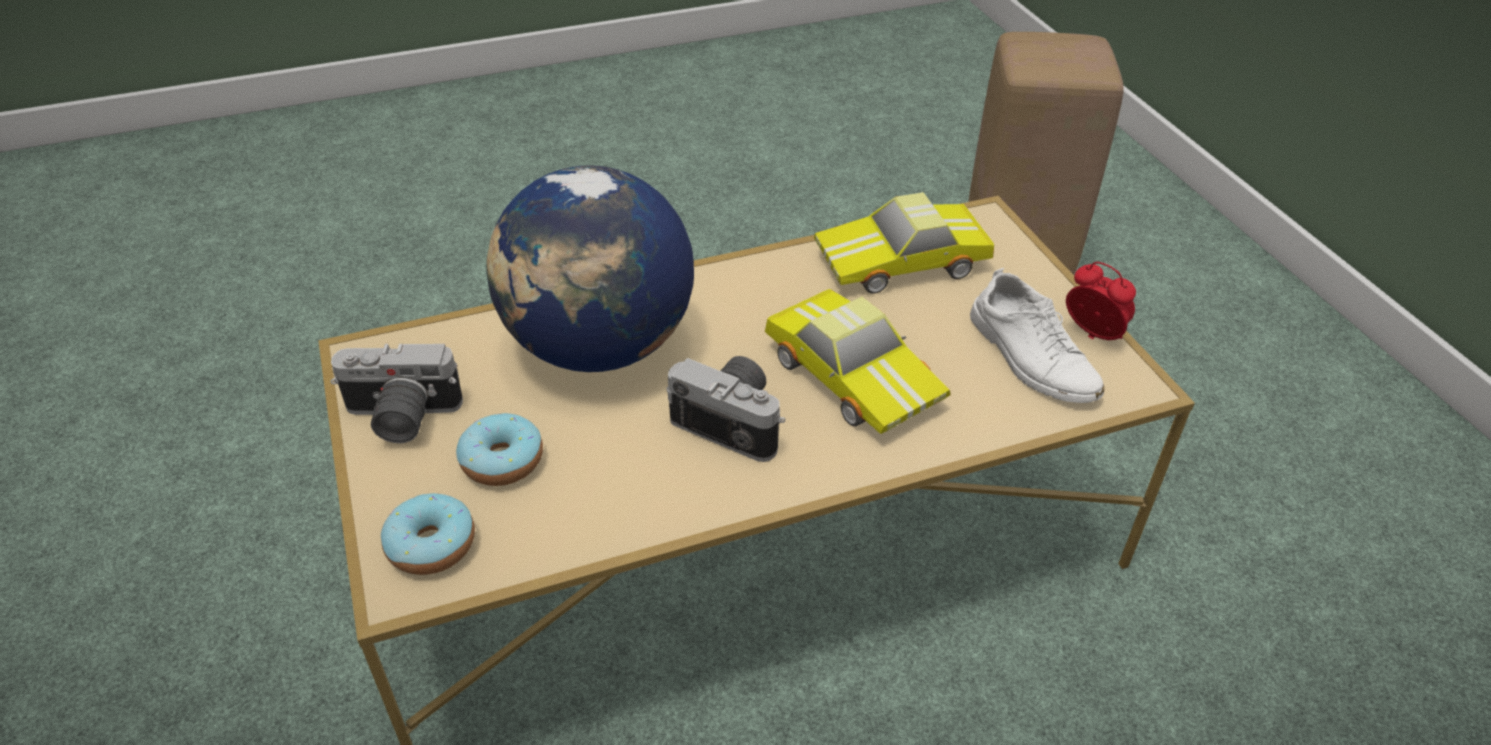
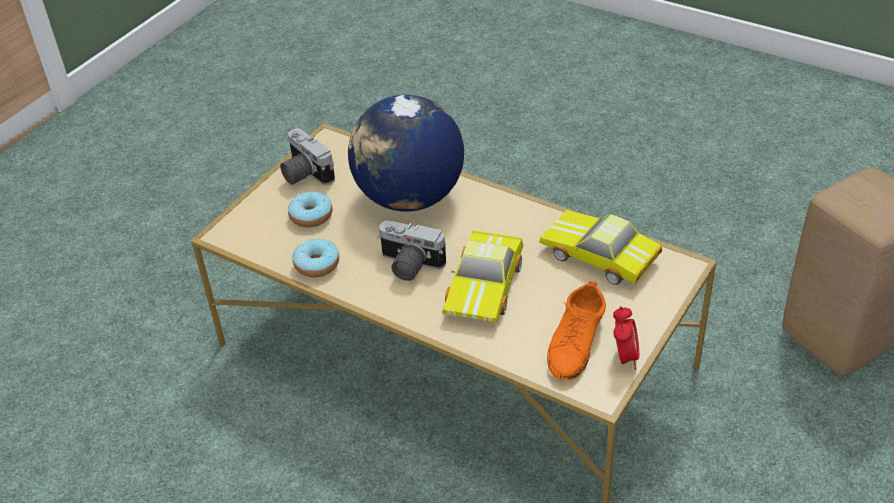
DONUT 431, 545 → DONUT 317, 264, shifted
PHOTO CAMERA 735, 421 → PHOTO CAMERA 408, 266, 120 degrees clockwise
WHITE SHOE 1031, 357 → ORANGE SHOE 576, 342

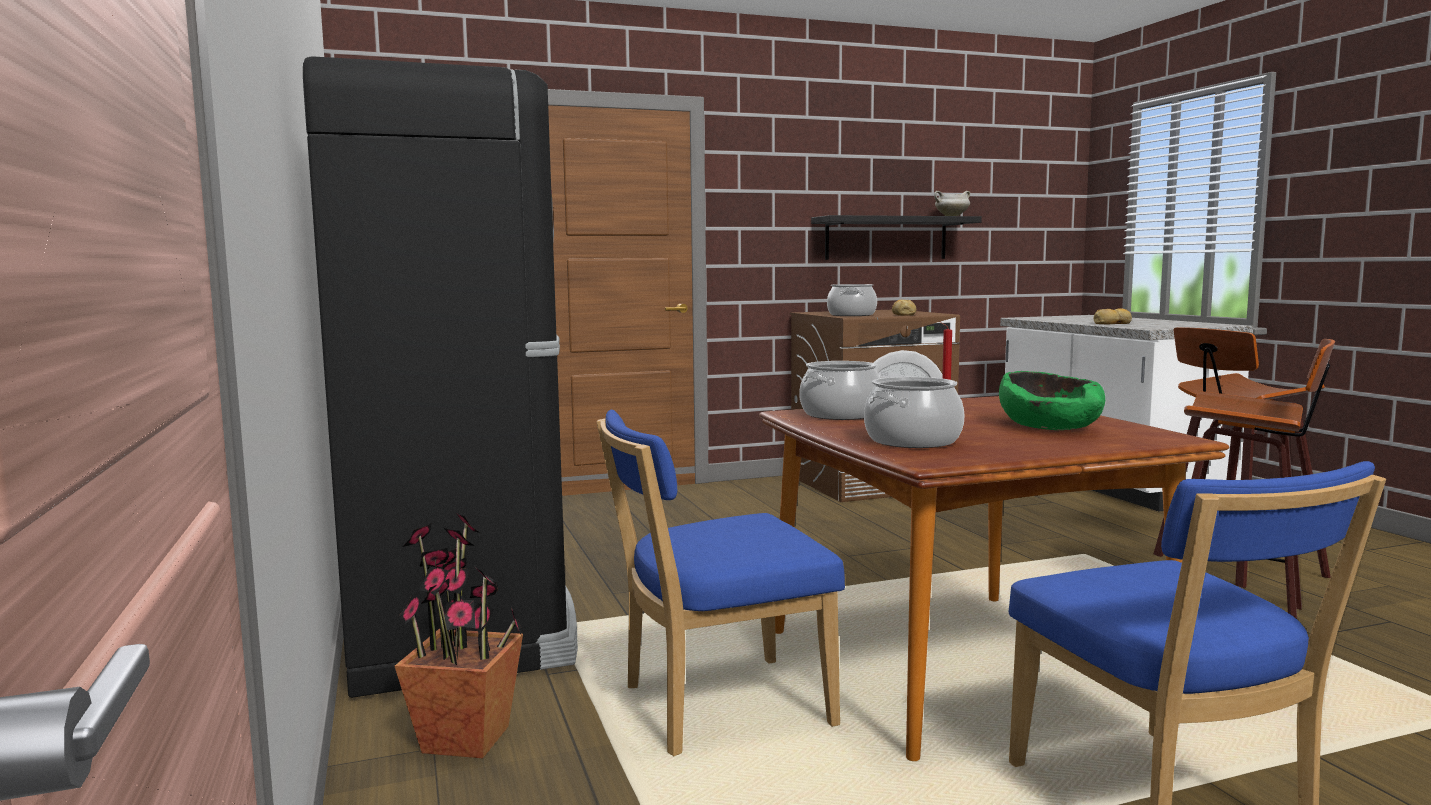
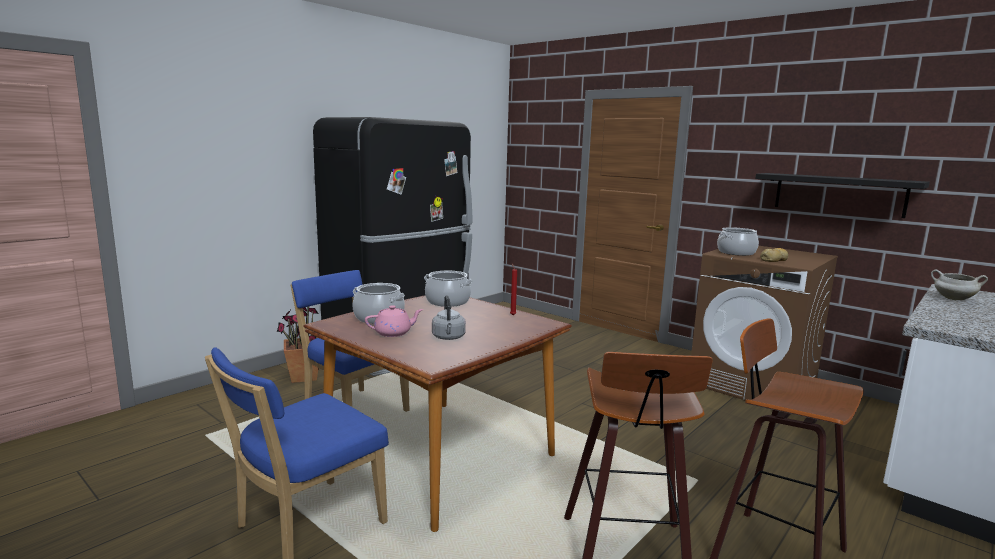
WHITE COOKING POT 951, 216 → WHITE COOKING POT 953, 299, shifted
GREEN BOWL 1049, 427 → GREY KETTLE 448, 338
BREAD 1113, 323 → -
- → PINK TEAPOT 394, 333

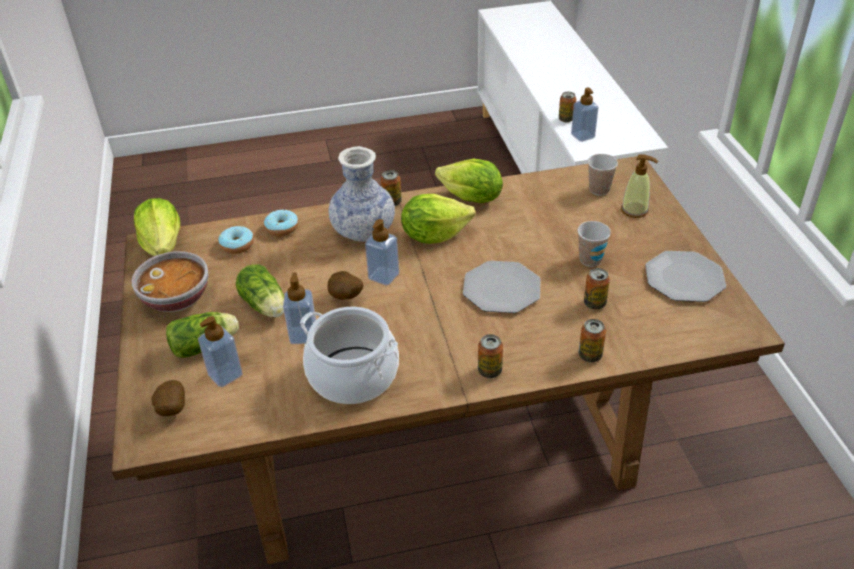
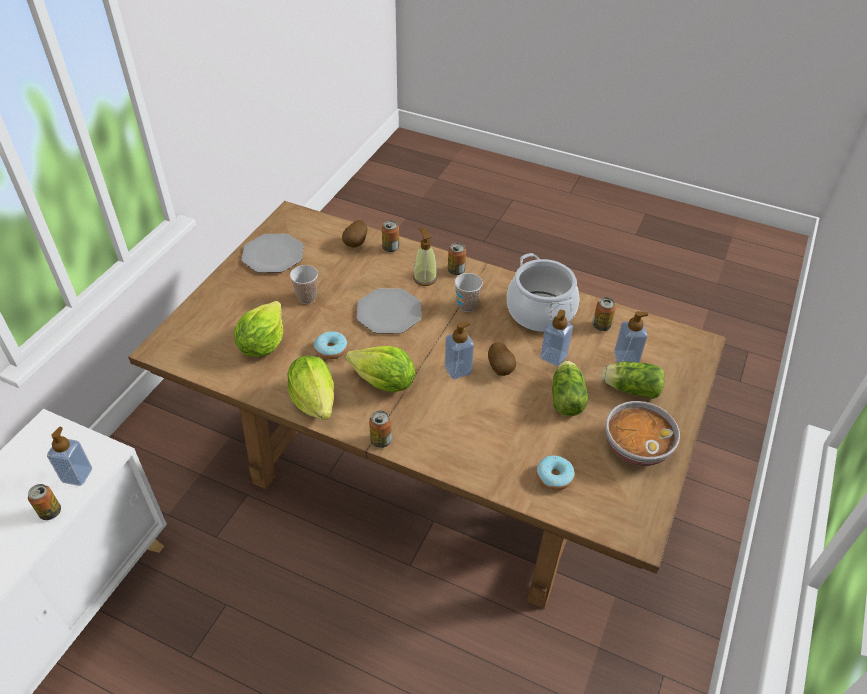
LETTUCE 163, 245 → LETTUCE 262, 344, shifted
POTATO 171, 410 → POTATO 356, 243, shifted
DONUT 282, 228 → DONUT 331, 350, shifted
VASE 363, 231 → -
CAN 594, 303 → CAN 601, 326, shifted
CUP 599, 190 → CUP 467, 306, shifted
SOAP DISPENSER 635, 210 → SOAP DISPENSER 425, 278, shifted

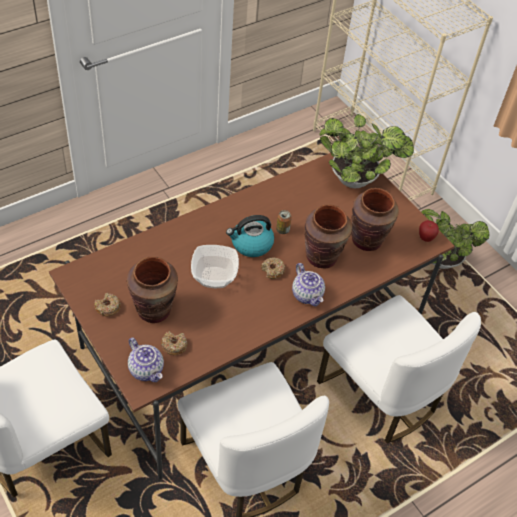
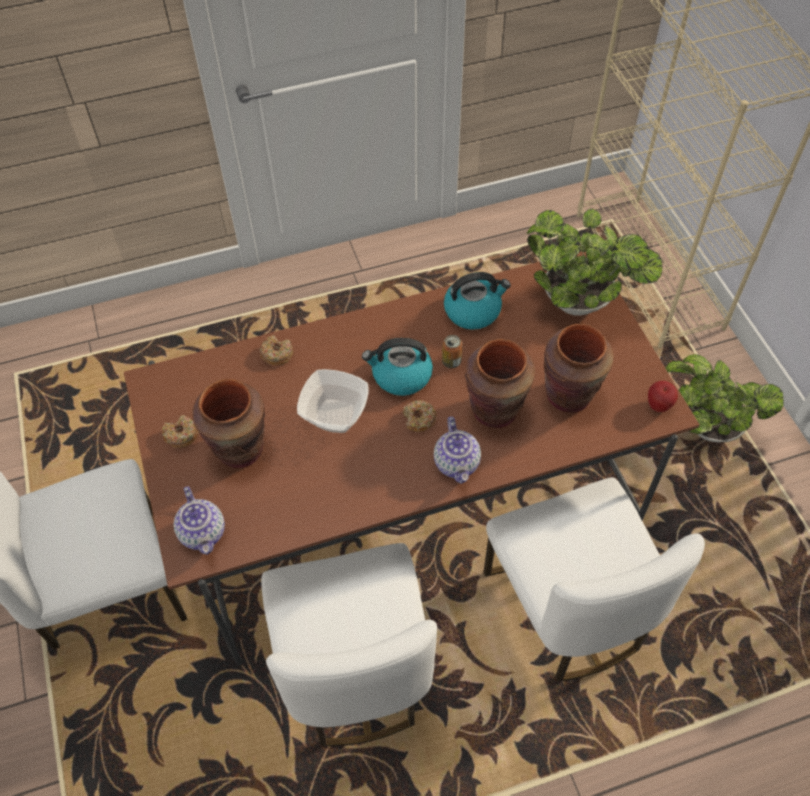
DONUT 174, 345 → DONUT 277, 354, shifted
- → KETTLE 473, 311

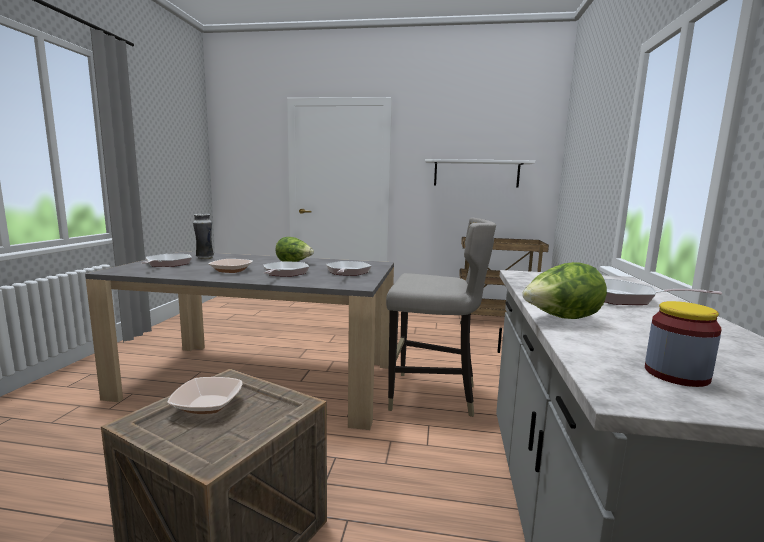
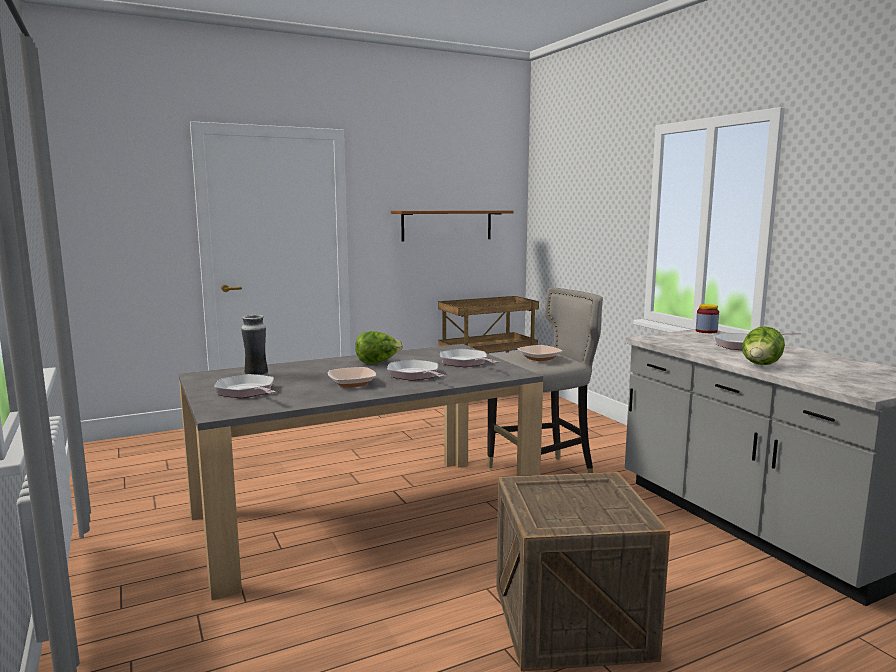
BOWL 207, 404 → BOWL 539, 358, shifted
WHITE SHELF 476, 173 → BROWN SHELF 447, 225
JAR 676, 374 → JAR 706, 331, shifted

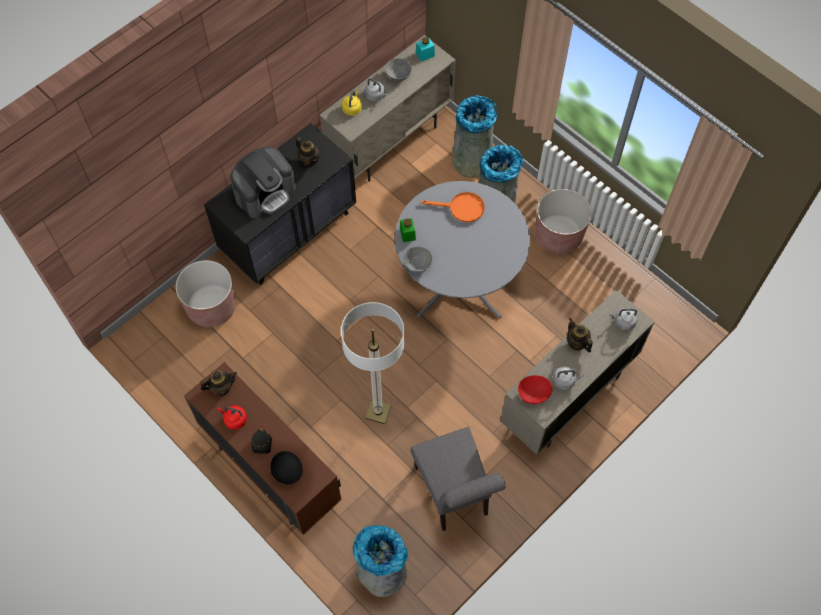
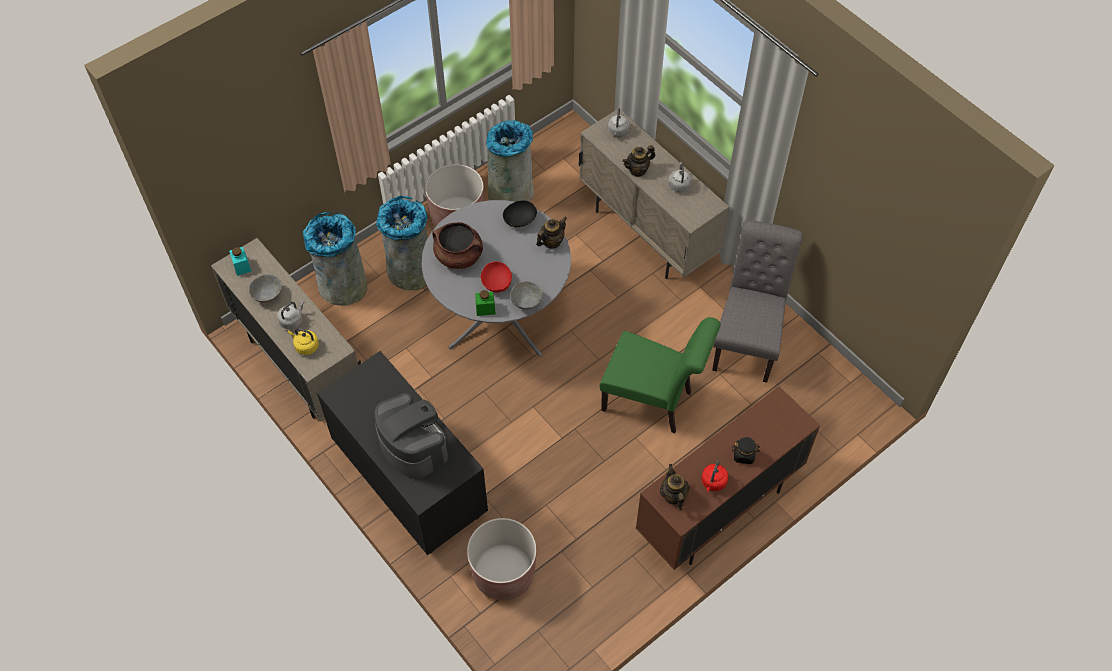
BLACK BOWL 287, 472 → BLACK BOWL 520, 221, shifted
TEAPOT 309, 160 → TEAPOT 551, 242, shifted
FLOOR LAMP 378, 412 → GREEN CHAIR 652, 402
GREY TRASH CAN 382, 572 → GREY TRASH CAN 511, 193, shifted
GREY CHAIR 454, 495 → GREY CHAIR 747, 340, 60 degrees counterclockwise
ORANGE FRYING PAN 461, 208 → BROWN COOKING POT 459, 256
RED BOWL 534, 393 → RED BOWL 496, 283, shifted

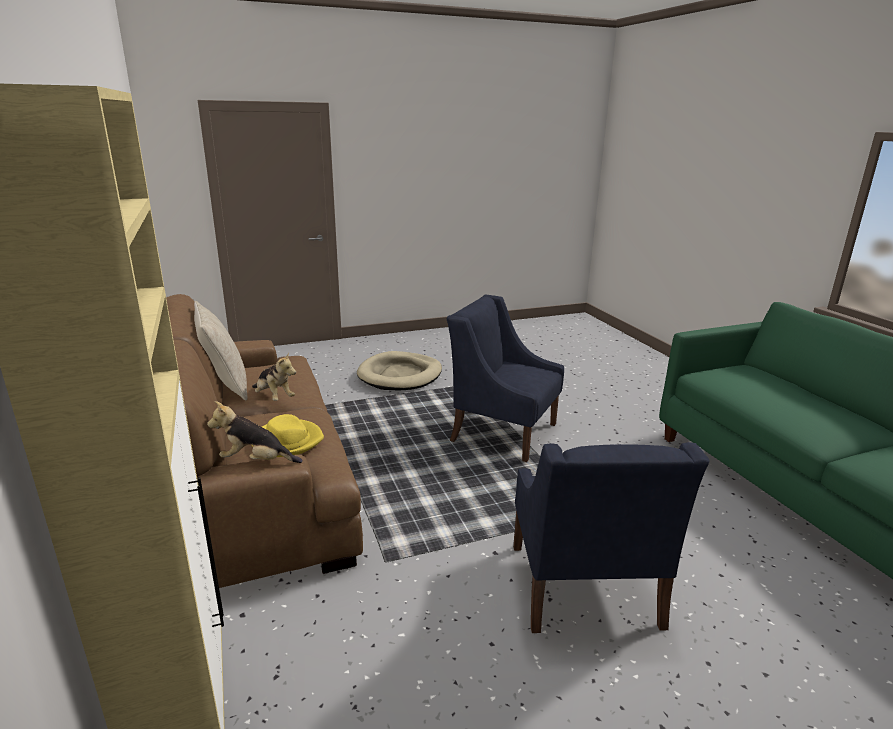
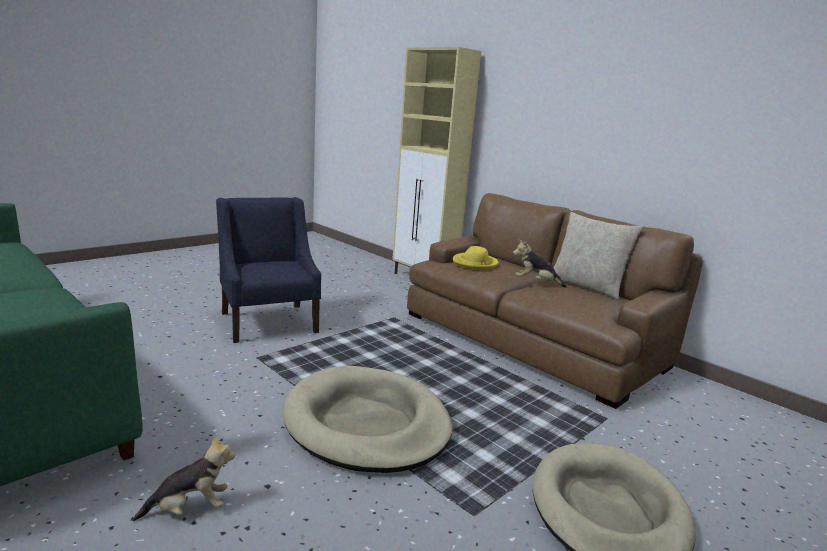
PLUSH TOY 256, 461 → PLUSH TOY 190, 509, shifted
BLUE ARMCHAIR 503, 431 → BEIGE DOG BED 367, 424

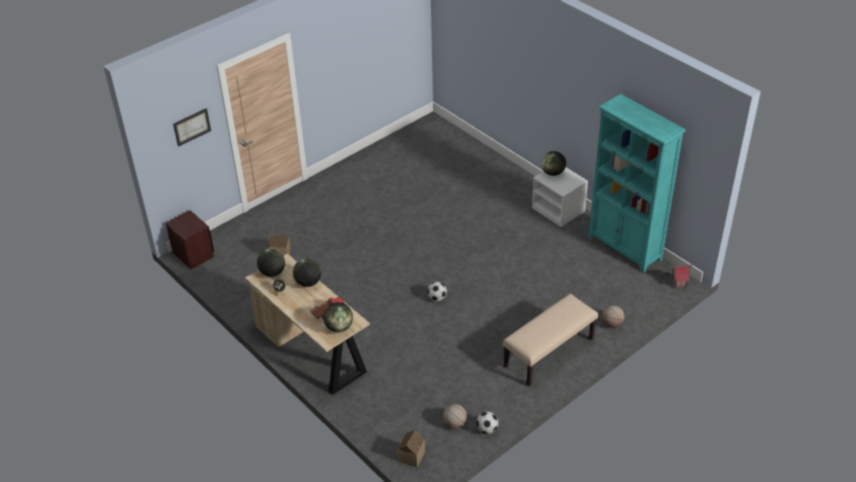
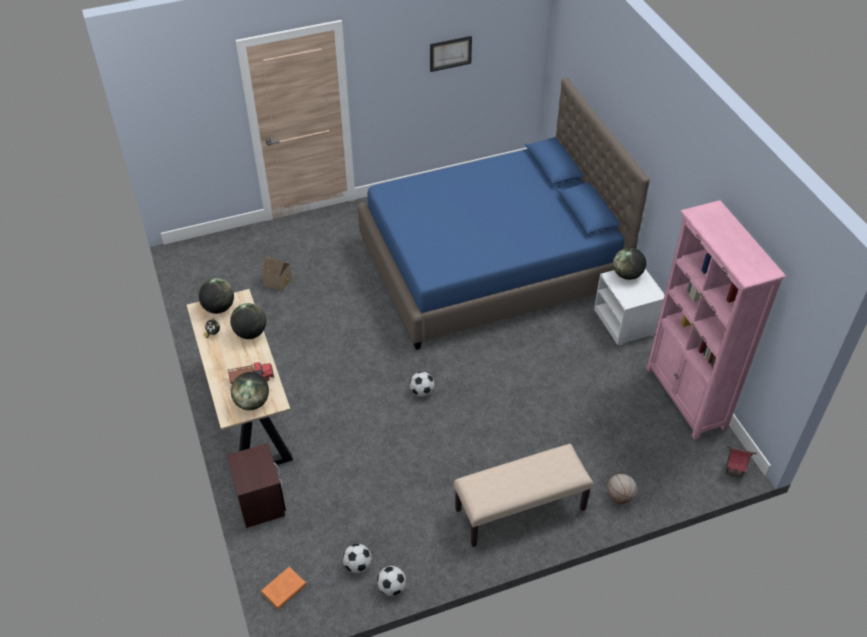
BROWN NIGHTSTAND 193, 254 → BROWN NIGHTSTAND 260, 501, shifted
PICTURE 192, 127 → PICTURE 450, 53, shifted
TOY HOUSE 410, 456 → ORANGE BOOK 283, 590
BASKETBALL 454, 423 → FOOTBALL 357, 565
TURQUOISE BOOKCASE 625, 248 → PINK BOOKCASE 686, 398
- → BLUE BED 491, 264

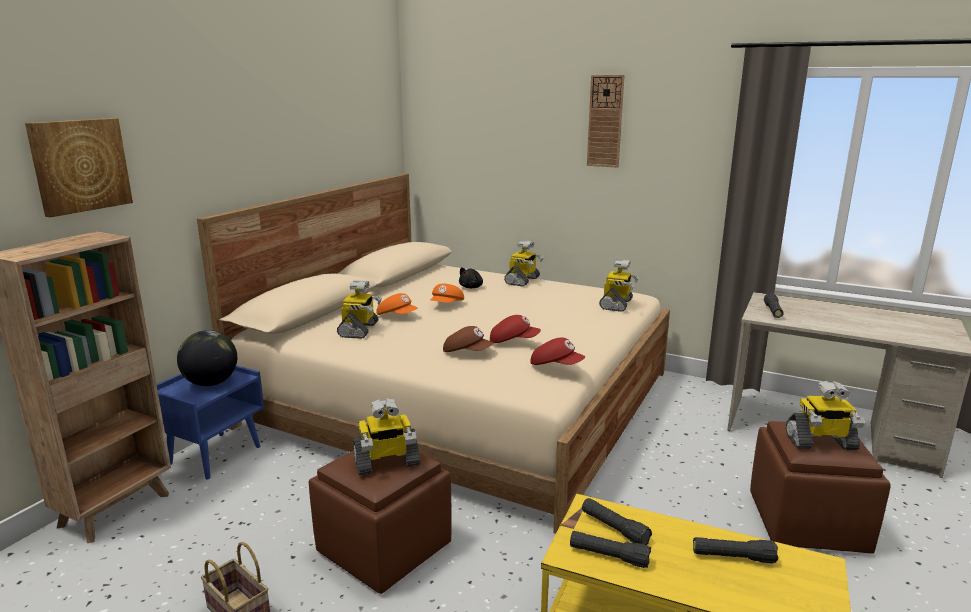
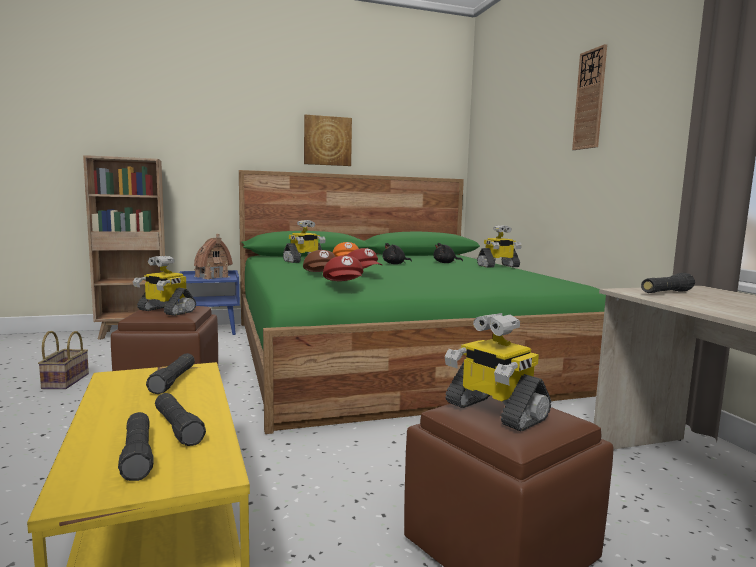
PICTURE 80, 165 → PICTURE 327, 141, shifted
GLOBE 211, 383 → TOY HOUSE 212, 277
BEIGE BED 462, 398 → GREEN BED 393, 352
ORANGE CAP 447, 305 → BLACK PLUSH TOY 395, 264
BLACK FLASHLIGHT 609, 556 → BLACK FLASHLIGHT 137, 456, shifted
TOY ROBOT 617, 304 → -

